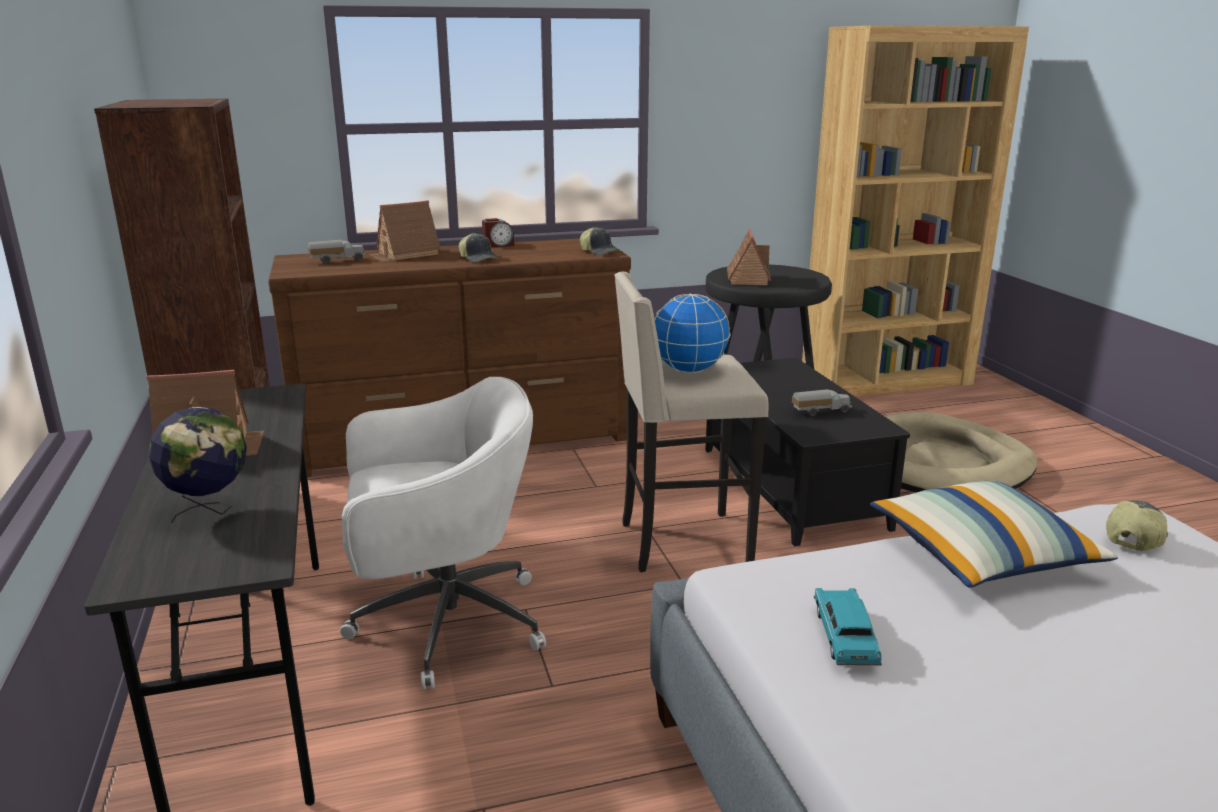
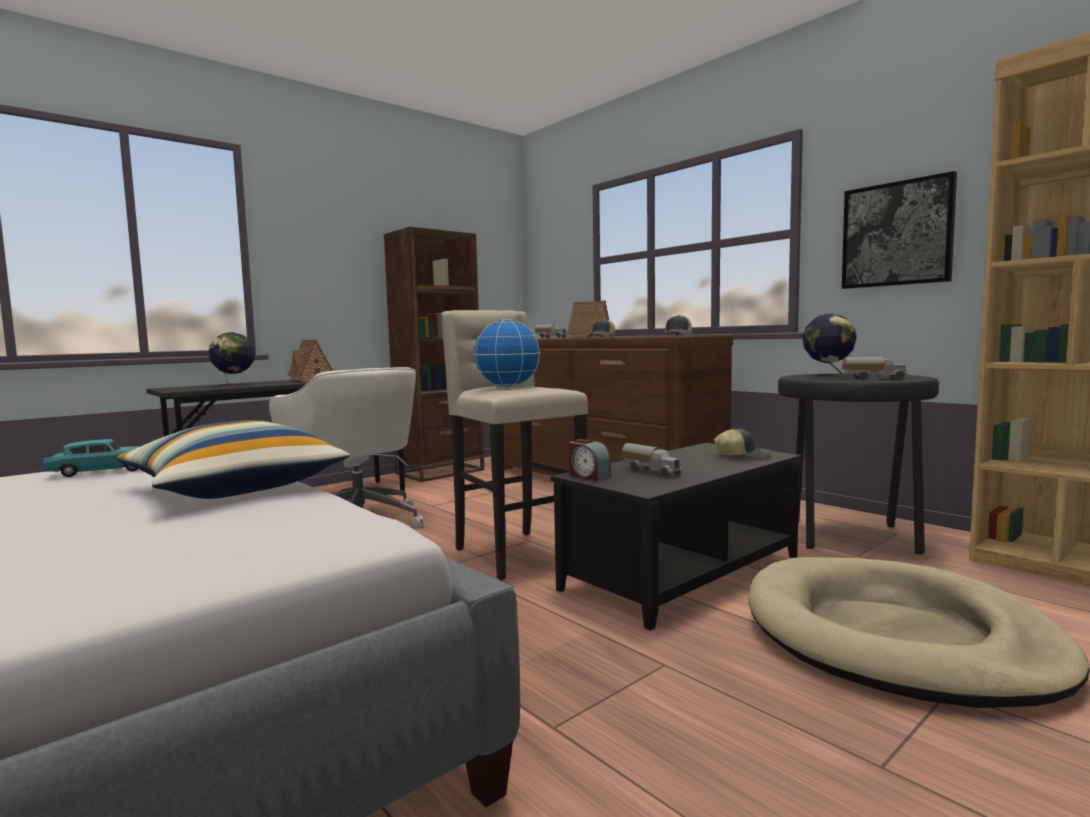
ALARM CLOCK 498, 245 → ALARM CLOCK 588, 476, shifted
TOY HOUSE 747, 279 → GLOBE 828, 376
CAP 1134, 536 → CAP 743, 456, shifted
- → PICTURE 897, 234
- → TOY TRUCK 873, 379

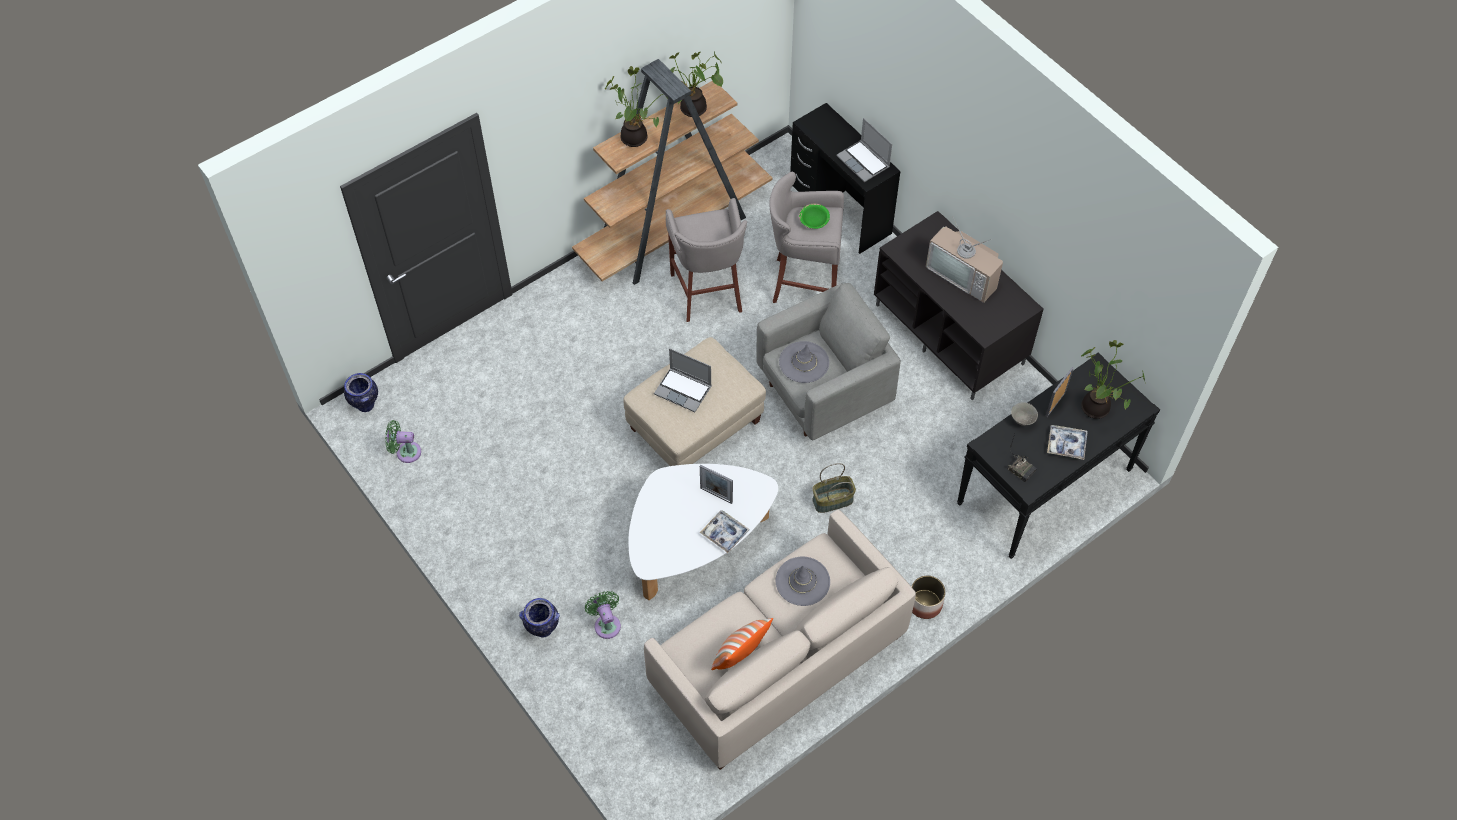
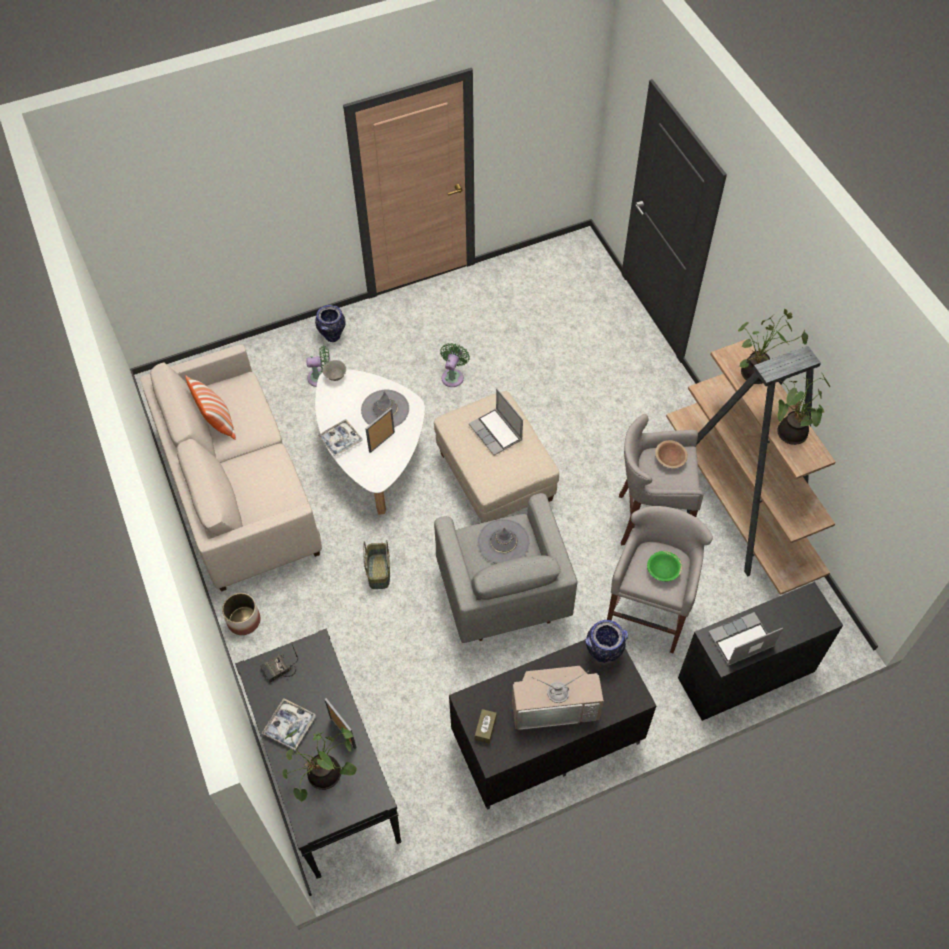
VASE 365, 405 → VASE 603, 653, shifted
GREEN FAN 405, 452 → GREEN FAN 453, 376, shifted
LAPTOP 684, 390 → LAPTOP 496, 433, 75 degrees counterclockwise
GREY HAT 802, 581 → GREY HAT 385, 409, shifted
TELEVISION 964, 274 → TELEVISION 555, 705, 150 degrees counterclockwise
GREY BOWL 1022, 420 → GREY BOWL 335, 377, shifted
- → BROWN TISSUE BOX 485, 728
- → BROWN BOWL 670, 459

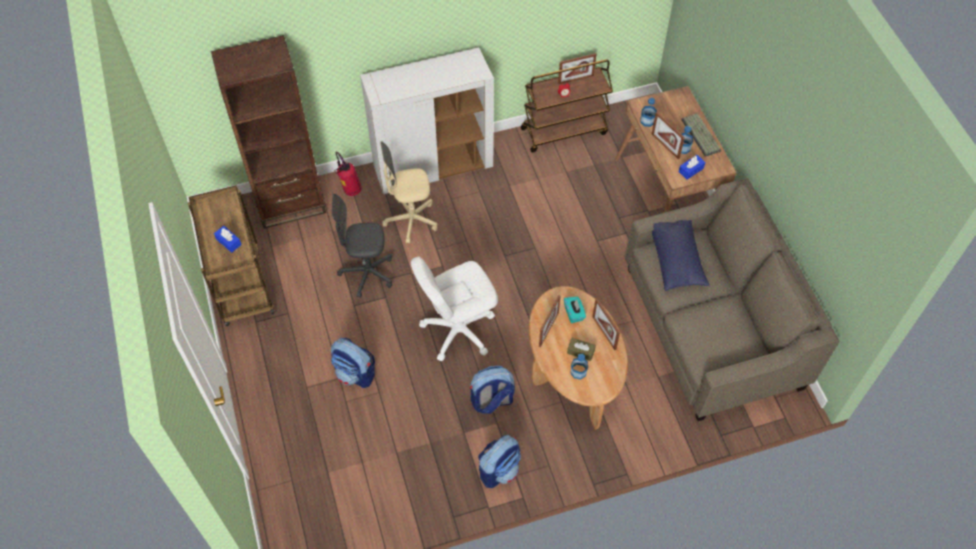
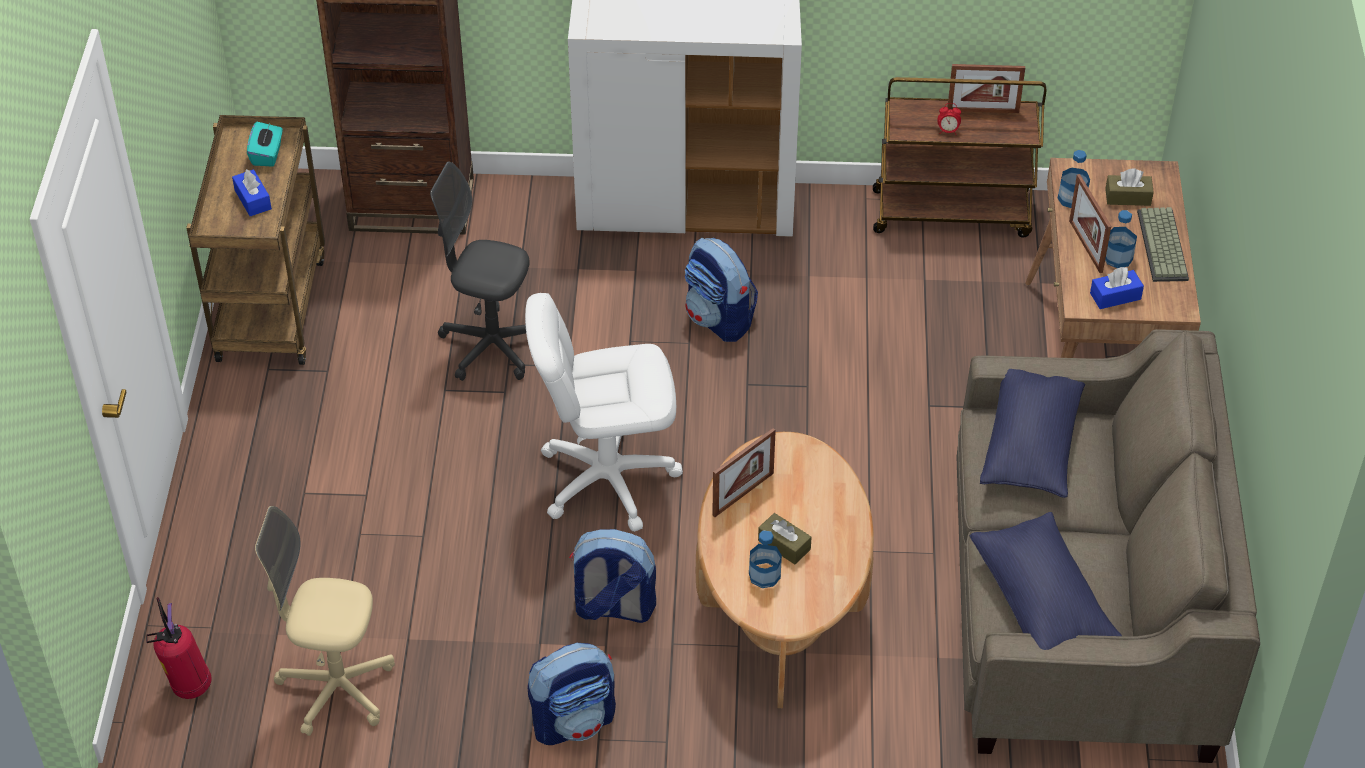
BACKPACK 355, 373 → BACKPACK 719, 319, shifted
FIRE EXTINGUISHER 350, 190 → FIRE EXTINGUISHER 188, 685, shifted
BEIGE OFFICE CHAIR 411, 220 → BEIGE OFFICE CHAIR 336, 689, shifted
TURQUOISE TISSUE BOX 574, 313 → TURQUOISE TISSUE BOX 267, 154, shifted
PICTURE FRAME 604, 333 → -
- → BLUE PILLOW 1042, 602
- → BROWN TISSUE BOX 1128, 197

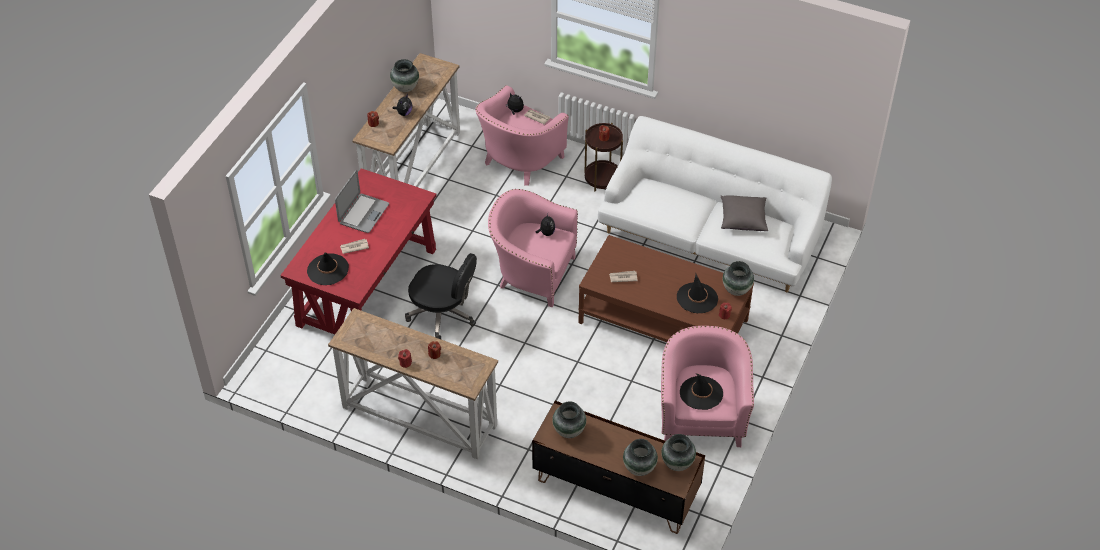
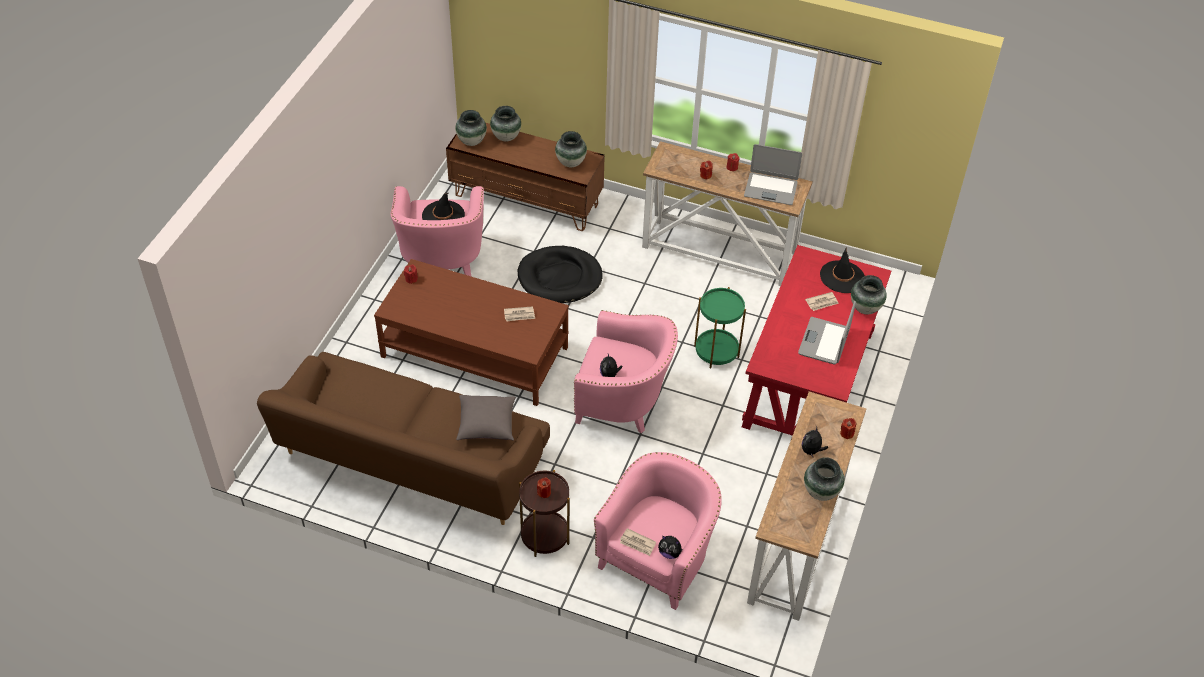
BLACK OFFICE CHAIR 443, 314 → GREEN SIDE TABLE 716, 351
WHITE SOFA 710, 235 → BROWN SOFA 411, 458
BLACK HAT 697, 298 → -
GREY PILLOW 743, 219 → GREY PILLOW 486, 425, shifted
VASE 736, 290 → VASE 865, 308, shifted
- → BLACK DOG BED 560, 278
- → LAPTOP 770, 189

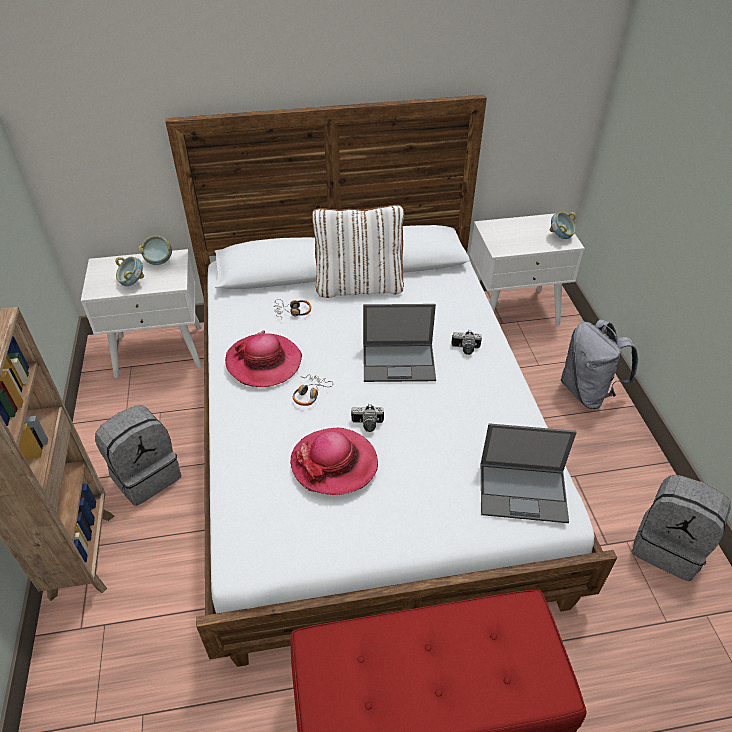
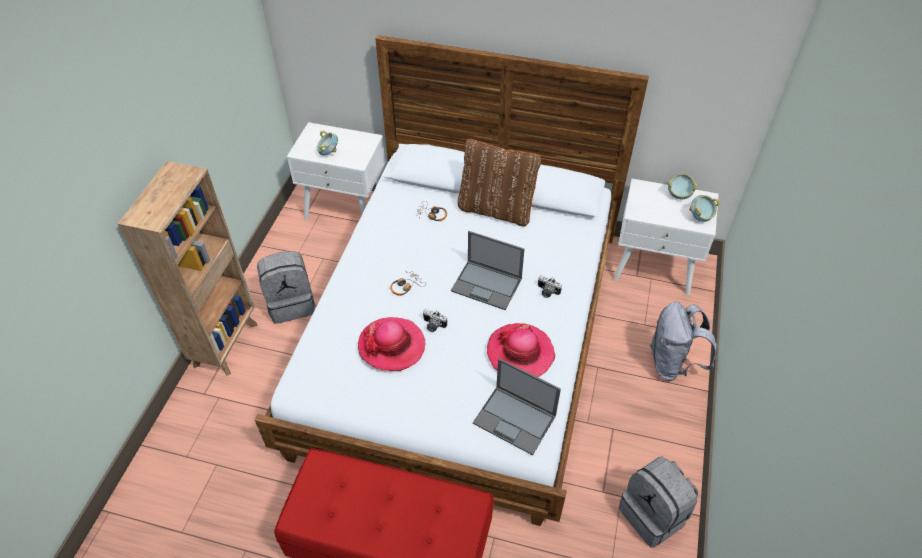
BOWL 159, 261 → BOWL 678, 195, shifted
HAT 264, 362 → HAT 520, 353, shifted
WHITE PILLOW 359, 286 → BROWN PILLOW 496, 209

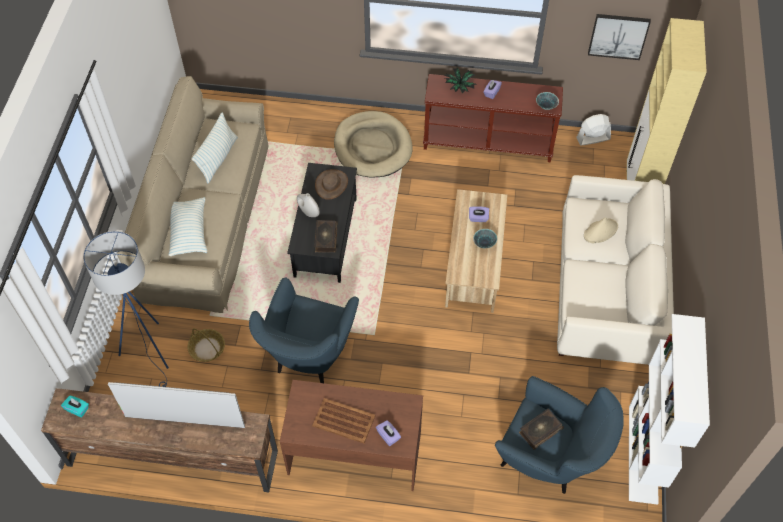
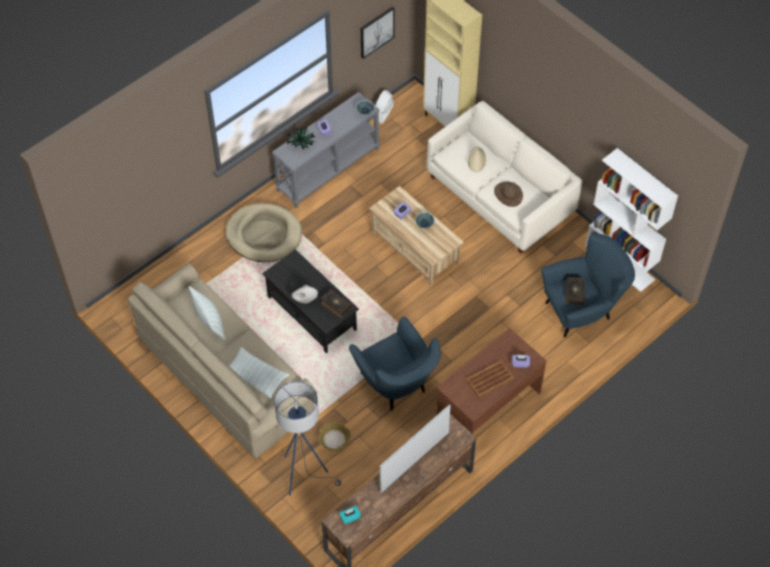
BROWN HAT 331, 184 → BROWN HAT 508, 194, shifted
BROWN CONSOLE TABLE 488, 142 → GREY CONSOLE TABLE 328, 169

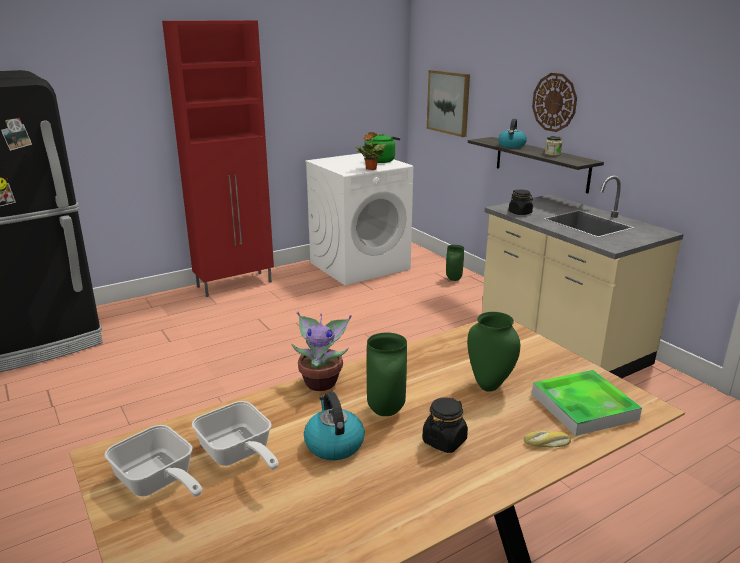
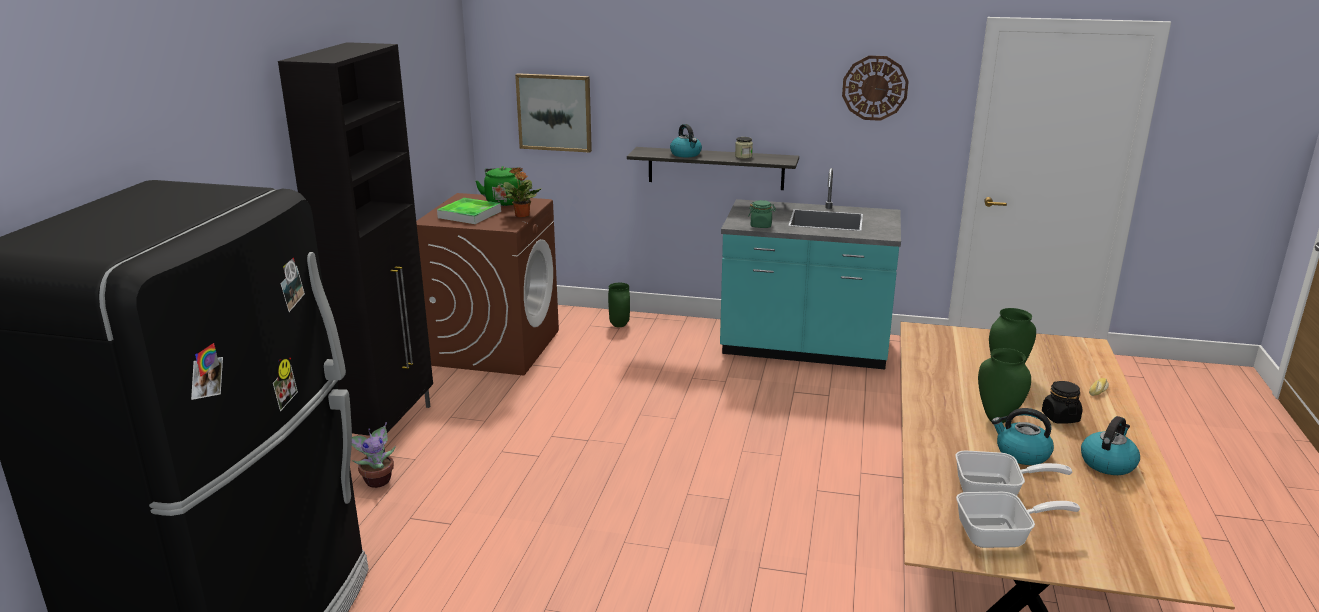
RED CABINET 236, 284 → BLACK CABINET 390, 427
POTTED PLANT 322, 382 → POTTED PLANT 377, 480, shifted
WHITE WASHING MACHINE 360, 265 → BROWN WASHING MACHINE 496, 347
BEIGE COUNTER 561, 343 → TURQUOISE COUNTER 804, 349
BLACK JAR 520, 213 → GREEN JAR 761, 225
WALL CLOCK 554, 102 → WALL CLOCK 875, 88, shifted
TRAY 583, 407 → TRAY 469, 214, shifted
- → KETTLE 1107, 463

